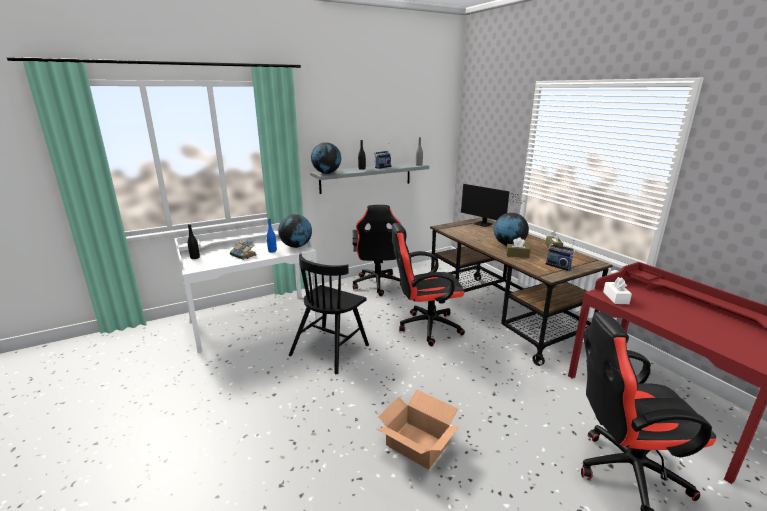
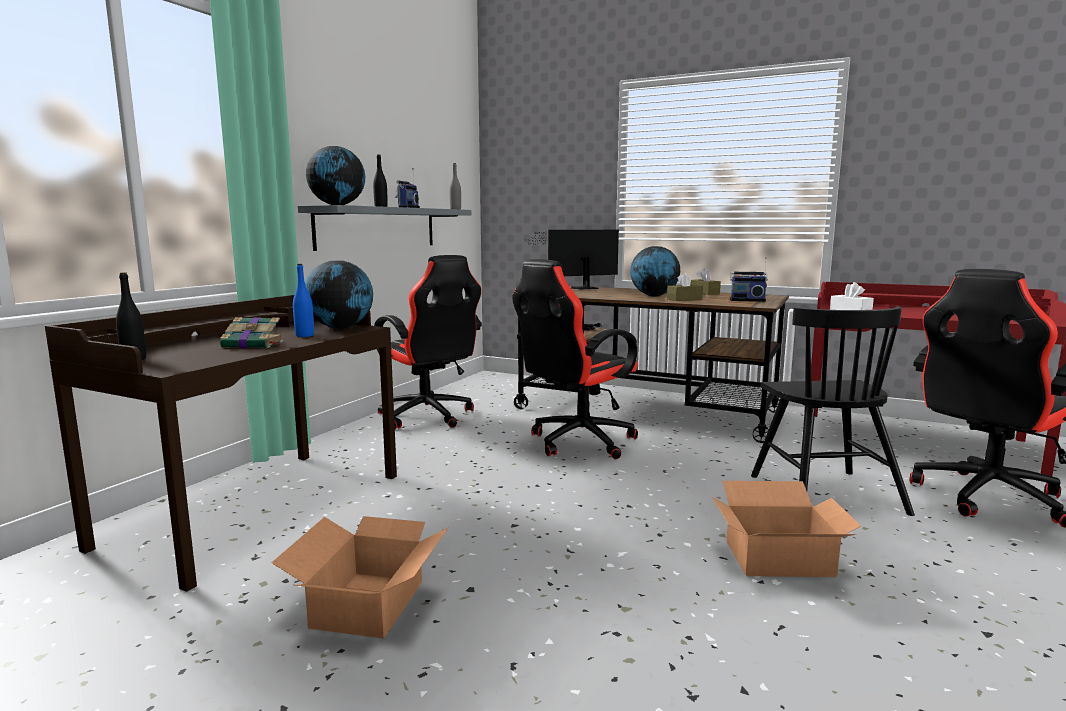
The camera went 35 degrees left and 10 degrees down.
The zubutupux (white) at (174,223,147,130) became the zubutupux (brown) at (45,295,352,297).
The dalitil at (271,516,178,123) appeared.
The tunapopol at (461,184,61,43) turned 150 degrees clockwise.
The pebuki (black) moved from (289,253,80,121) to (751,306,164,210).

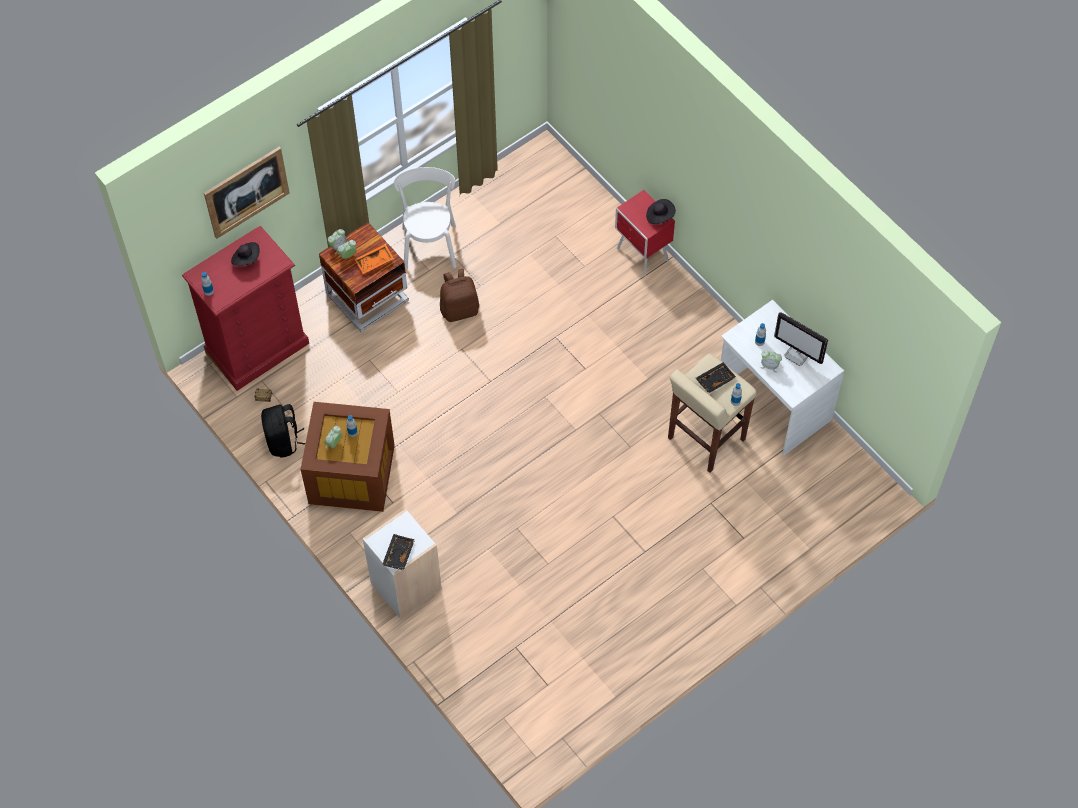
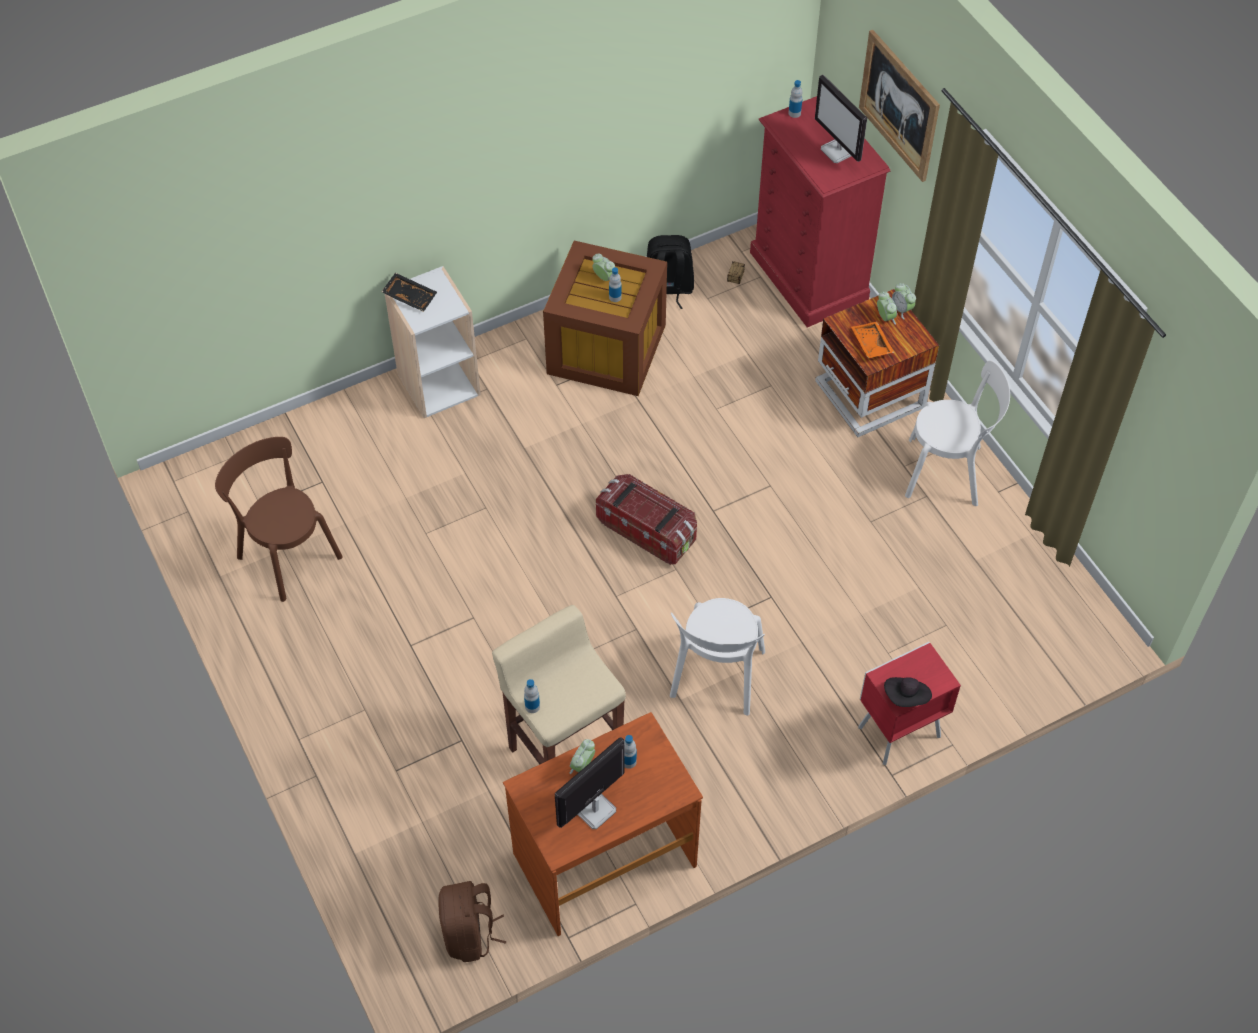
The camera went 100 degrees right and 5 degrees down.
The pebuki (brown) at (215,437,128,165) appeared.
The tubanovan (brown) moved from (440,269,39,53) to (438,881,68,81).
The zubutupux (white) at (721,300,123,156) became the zubutupux (brown) at (503,712,200,224).
The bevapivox at (596,474,101,91) appeared.
The pebuki (white) at (670,598,95,118) appeared.
The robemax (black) at (231,242,28,24) was replaced by the tunapopol at (815,75,52,88).
The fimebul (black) at (695,362,41,31) disappeared.

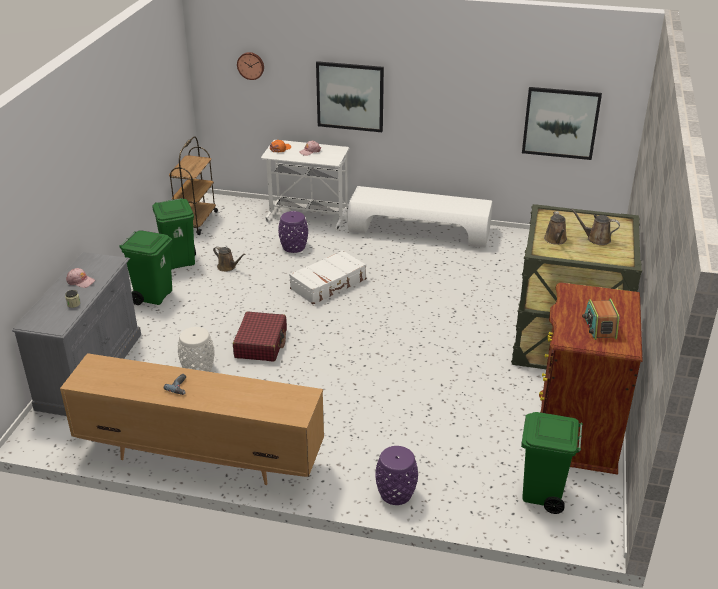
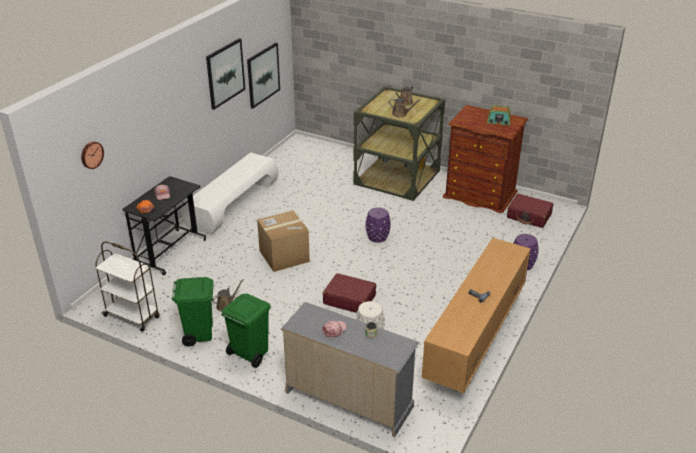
The camera went 75 degrees left and 0 degrees up.
The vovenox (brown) at (169,136,49,99) became the vovenox (white) at (96,241,64,91).
The zubutupux (white) at (261,140,88,91) became the zubutupux (black) at (122,176,84,99).
The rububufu moved from (316,61,68,71) to (206,38,39,72).
The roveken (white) at (289,250,77,54) was replaced by the dalitil at (257,211,53,61).
The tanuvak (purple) moved from (278,211,30,42) to (366,207,25,36).
The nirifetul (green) at (521,412,62,102) was replaced by the roveken (red) at (507,193,46,35).

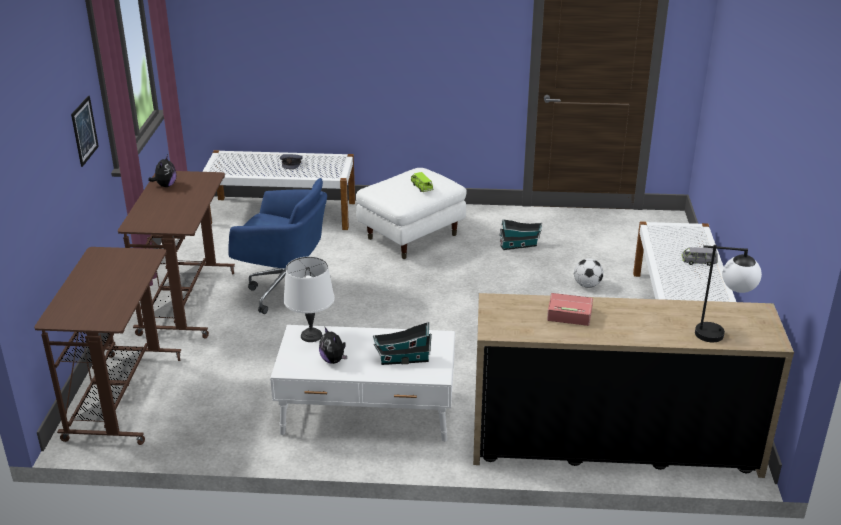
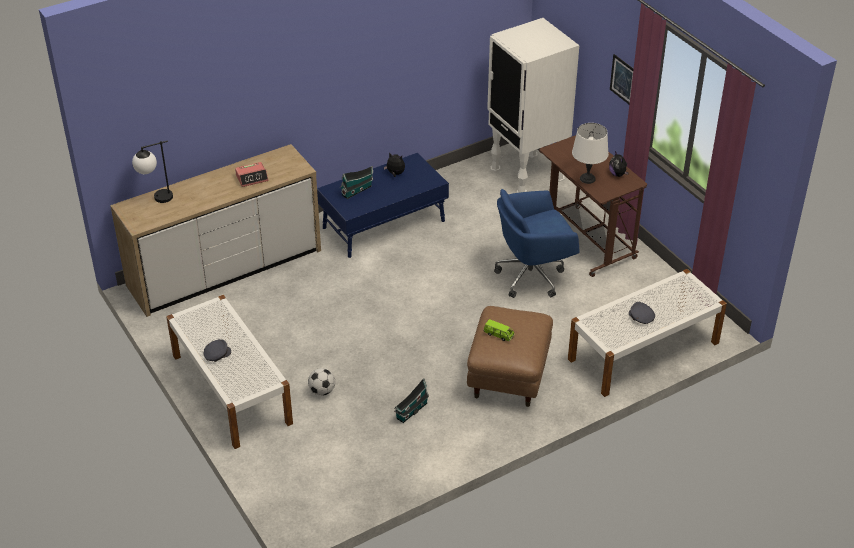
The camera went 145 degrees right and 10 degrees up.
The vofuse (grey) at (682,247,36,19) was replaced by the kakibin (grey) at (204,339,27,23).
The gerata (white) at (270,325,185,117) became the gerata (blue) at (317,153,132,105).
The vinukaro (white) at (356,168,111,91) became the vinukaro (brown) at (467,306,86,101).
The zubutupux (brown) at (34,247,147,198) was replaced by the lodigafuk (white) at (487,18,92,175).
The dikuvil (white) moved from (284,256,51,86) to (572,123,37,61).

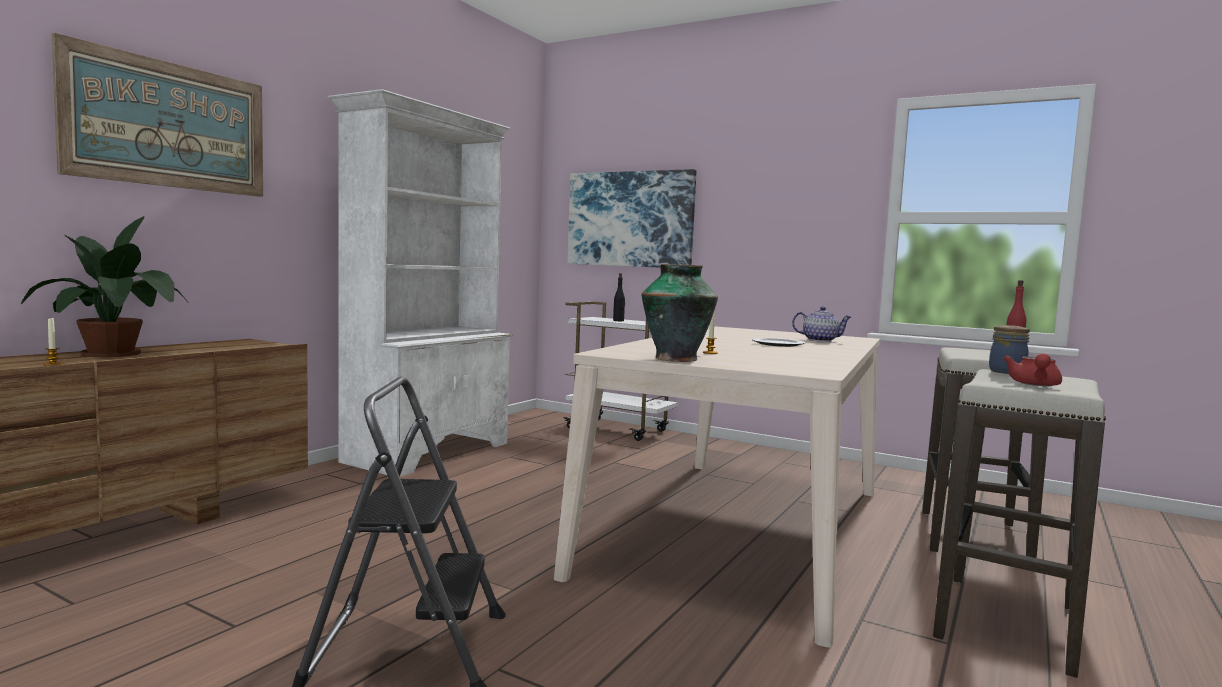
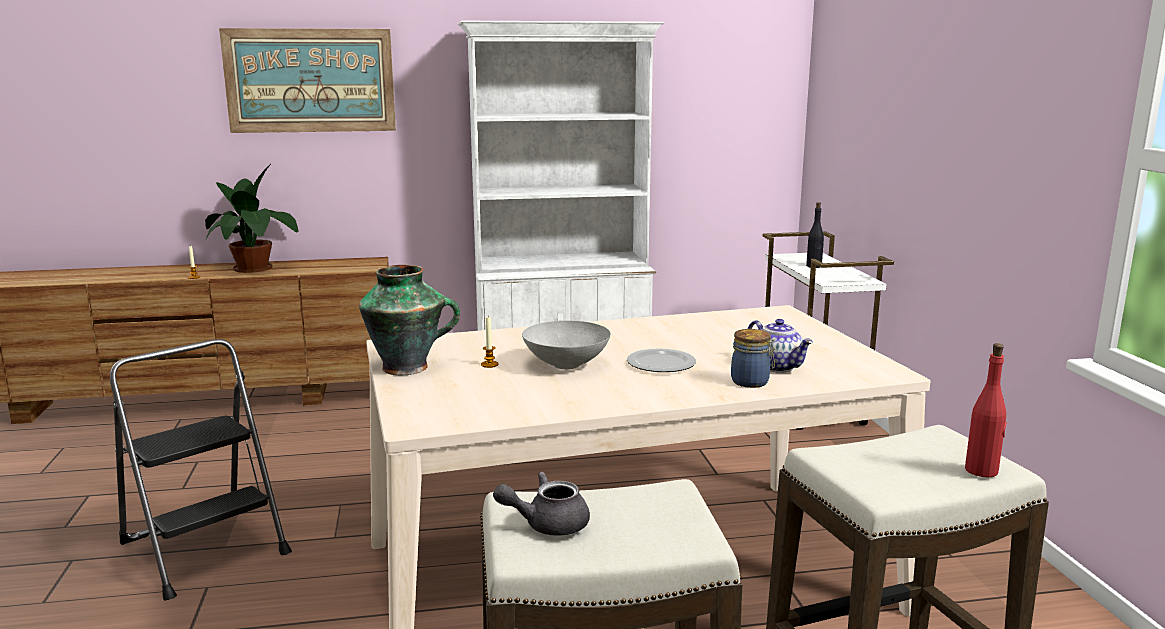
The camera went 50 degrees right and 10 degrees up.
The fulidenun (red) at (1003,353,59,34) became the fulidenun (grey) at (493,472,97,64).
The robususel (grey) at (522,321,89,48) appeared.
The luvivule moved from (989,325,41,49) to (731,329,44,59).
The rububufu at (567,169,129,99) disappeared.

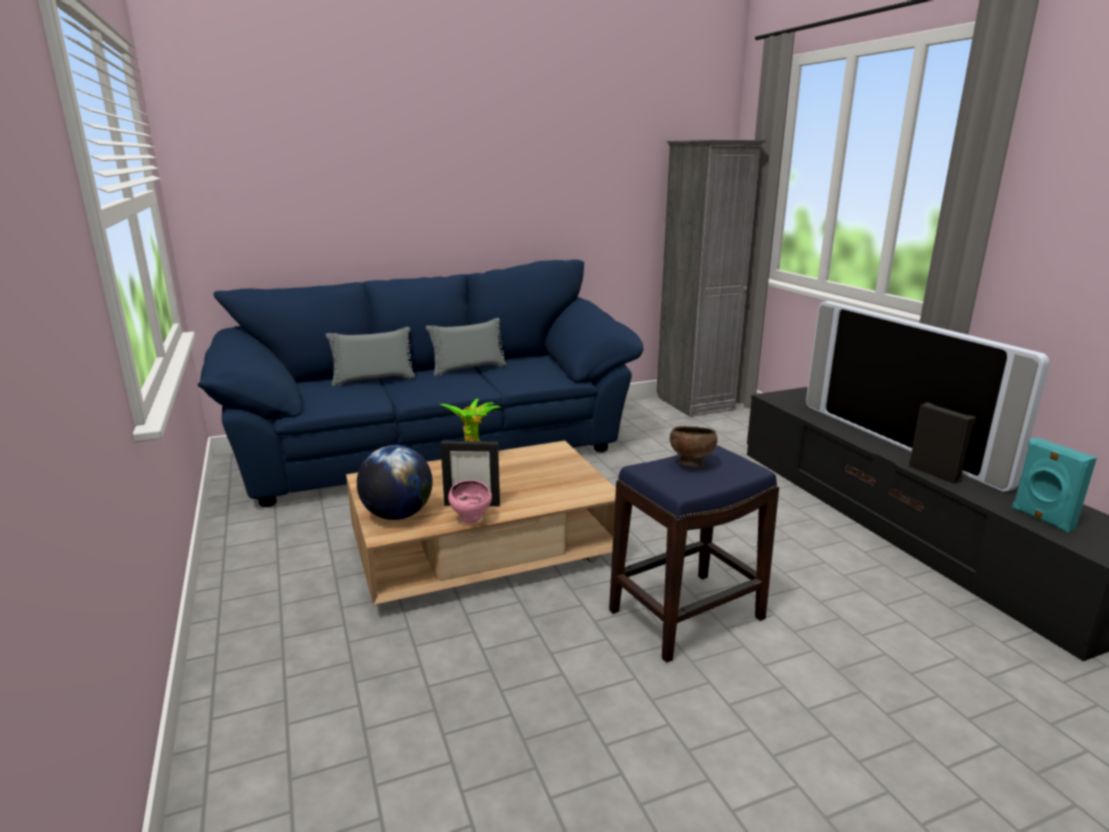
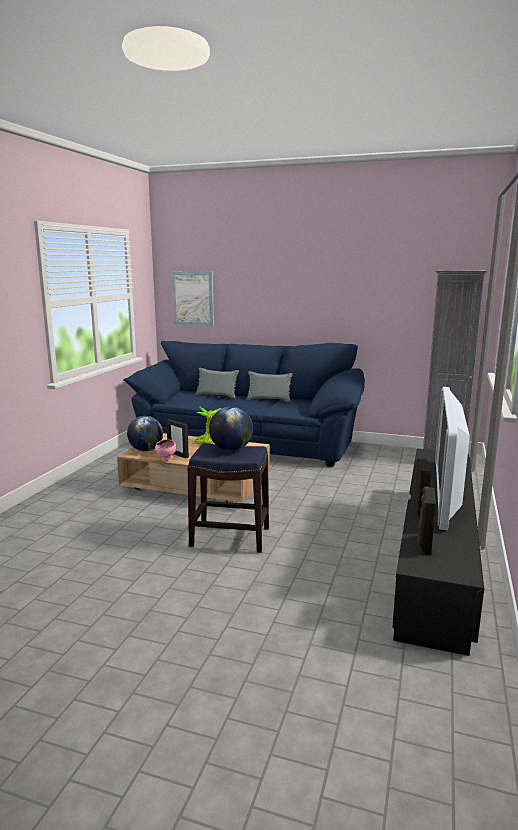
The camera went 40 degrees right and 5 degrees down.
The rububufu at (172,271,42,55) appeared.
The robususel (brown) at (670,426,48,40) was replaced by the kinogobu at (209,407,44,44).
The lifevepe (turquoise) at (1012,438,85,95) became the lifevepe (black) at (418,486,18,69).

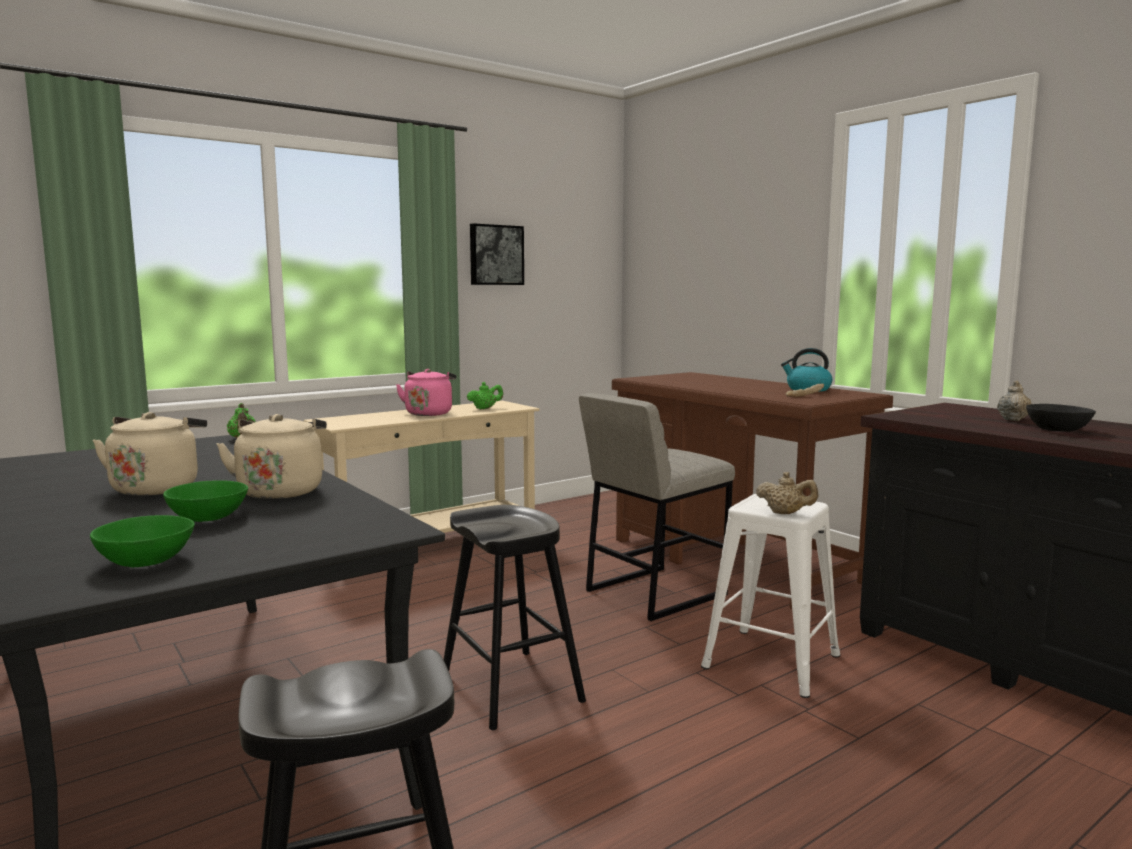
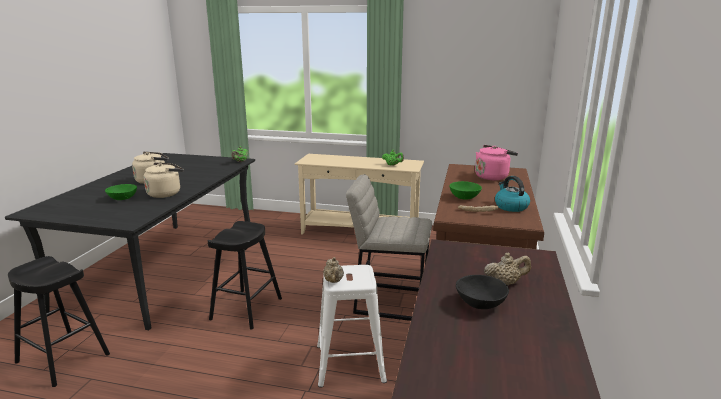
The camera went 50 degrees right and 10 degrees up.
The robususel (green) moved from (90,515,105,52) to (449,181,33,19).
The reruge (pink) moved from (396,369,61,47) to (475,145,43,35).
The rububufu at (470,223,54,62) disappeared.

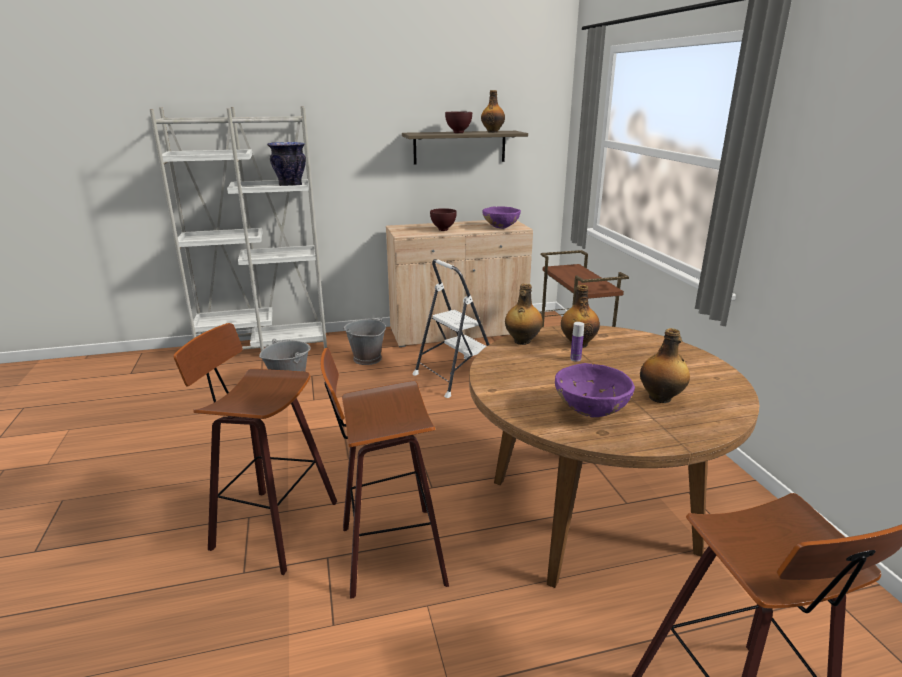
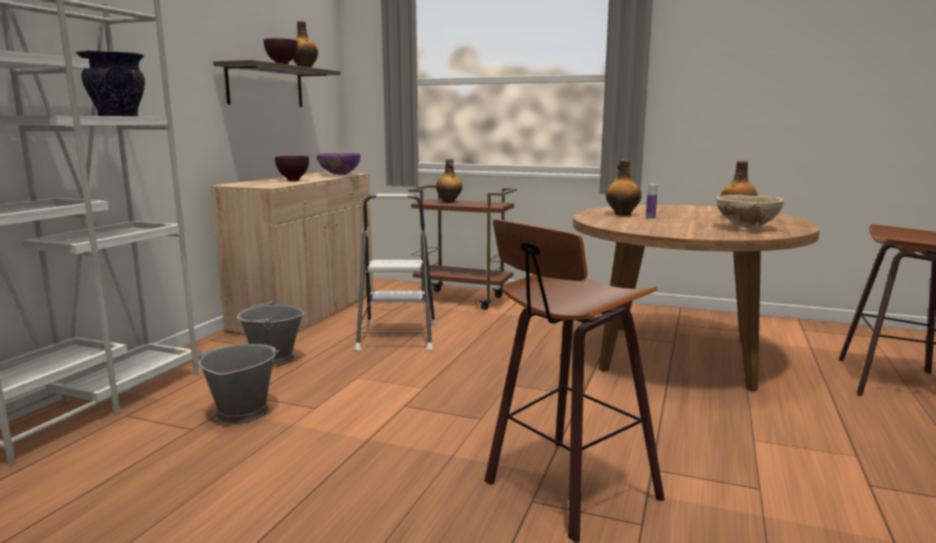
The camera went 55 degrees left and 10 degrees down.
The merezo moved from (505,284,38,61) to (436,159,26,44).
The robususel (purple) at (555,363,80,54) became the robususel (beige) at (717,195,67,33).
The tanuvak at (321,348,128,251) disappeared.

